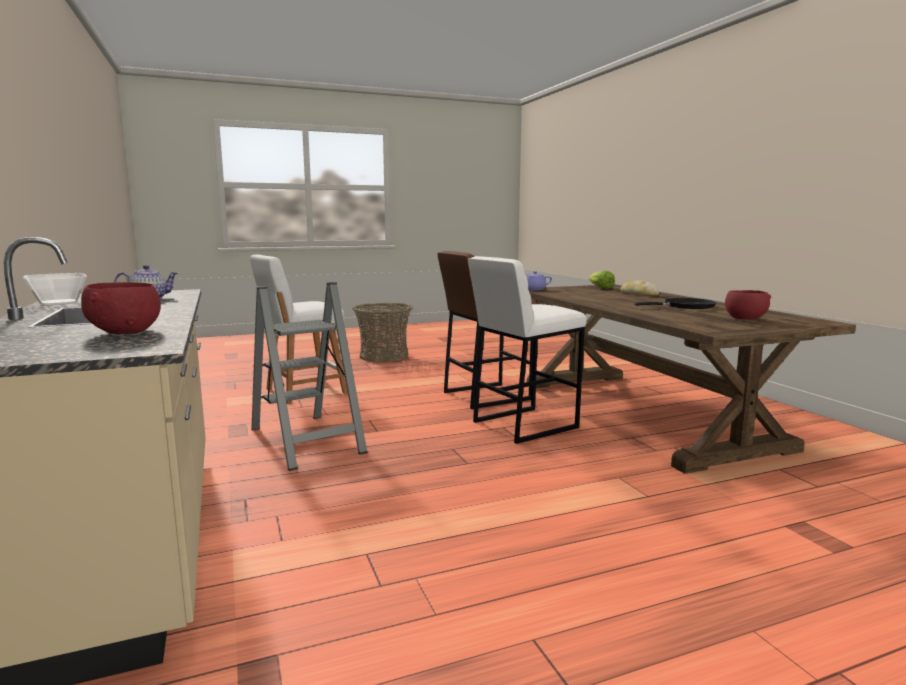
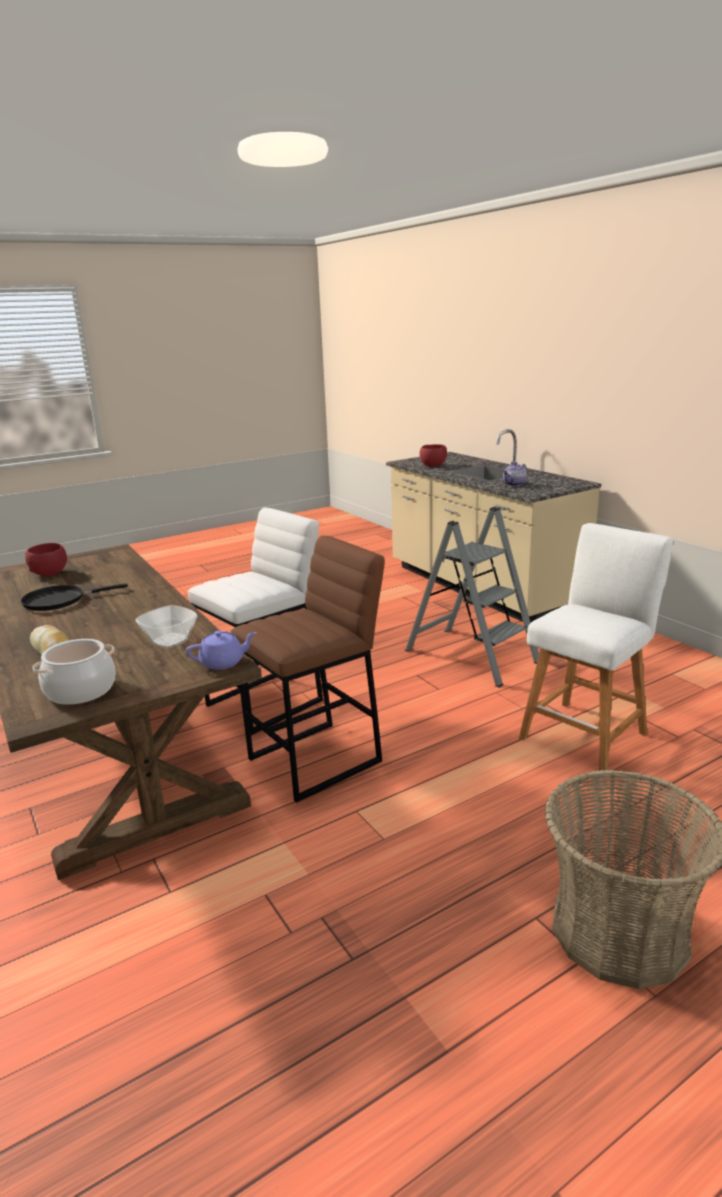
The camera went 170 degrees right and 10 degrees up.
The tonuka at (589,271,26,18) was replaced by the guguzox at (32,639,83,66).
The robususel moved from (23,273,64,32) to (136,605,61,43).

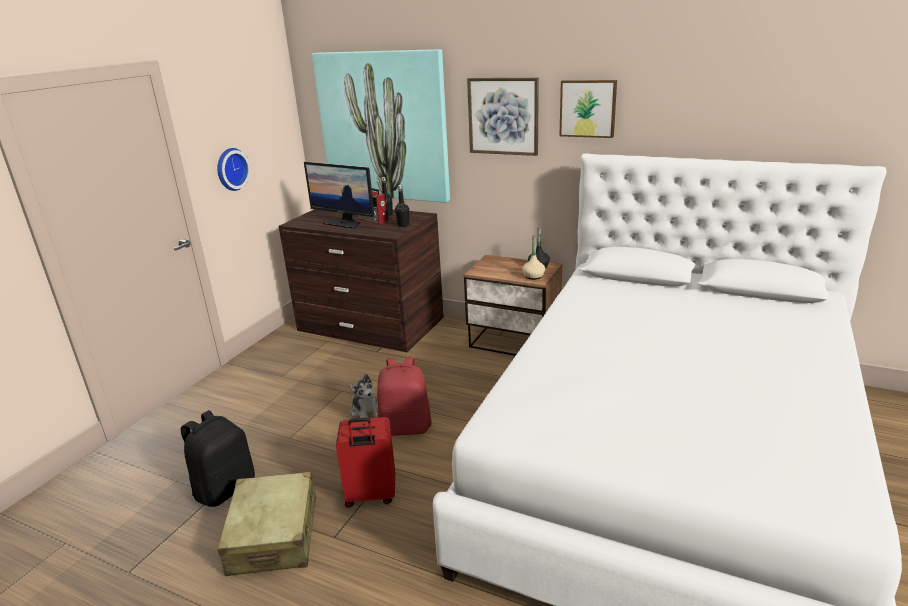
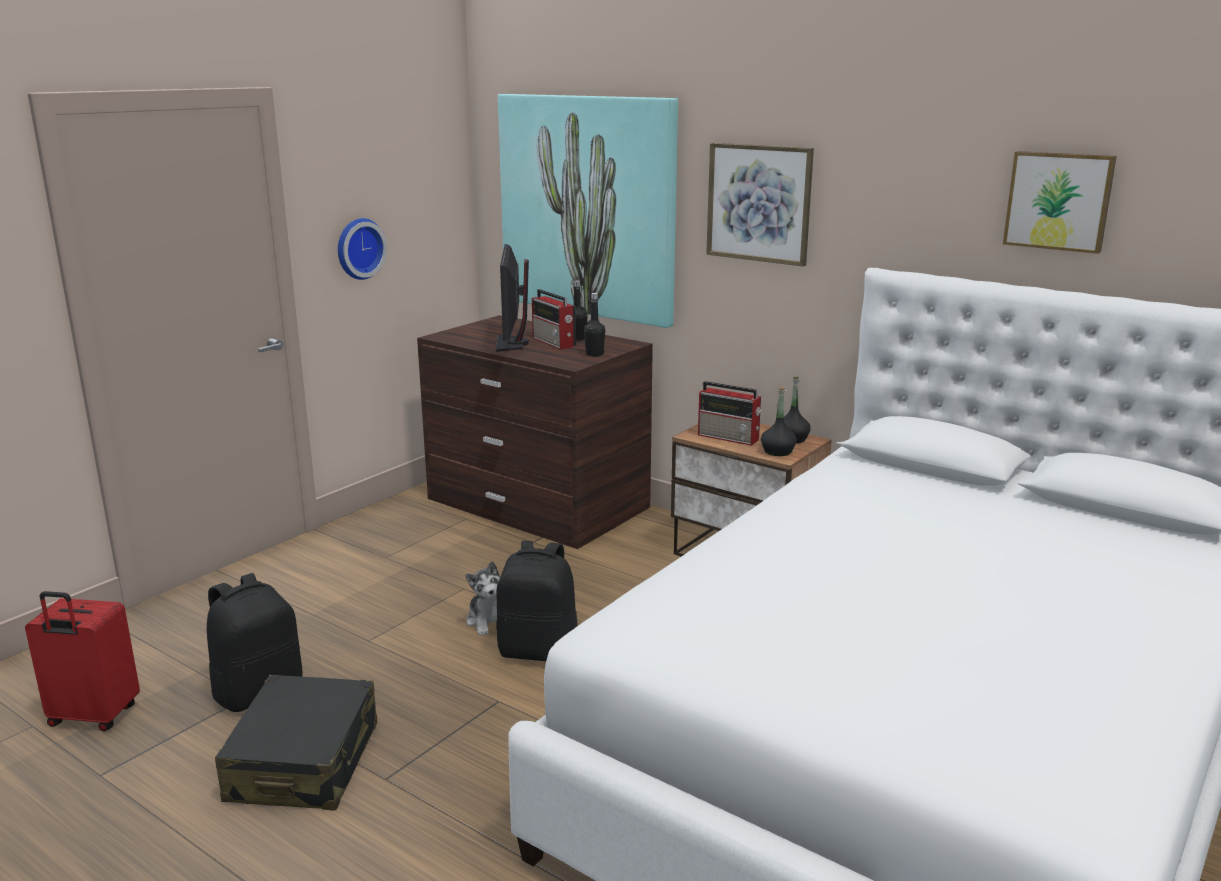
The camera went 10 degrees right and 5 degrees down.
The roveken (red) moved from (336,417,59,91) to (25,591,115,140).
The roveken (beige) at (218,472,98,104) became the roveken (black) at (215,675,162,136).
The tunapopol at (304,162,70,67) turned 45 degrees clockwise.
The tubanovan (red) at (377,357,55,79) became the tubanovan (black) at (496,541,82,120).
The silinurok at (698,381,64,65) appeared.
The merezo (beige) at (522,235,23,45) became the merezo (black) at (761,386,36,70).
The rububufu moved from (560,80,57,58) to (1003,151,114,103).

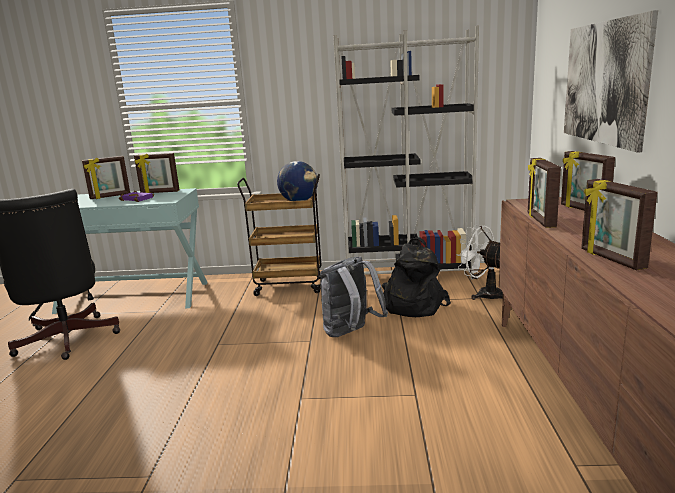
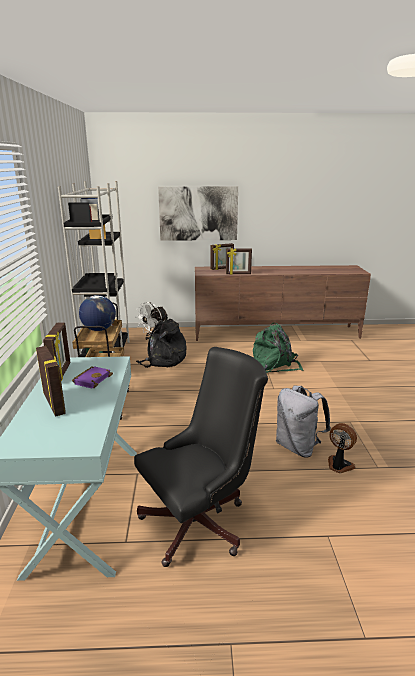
The camera went 95 degrees left and 5 degrees up.
The tubanovan (green) at (253,323,51,50) appeared.
The tubanovan (grey) moved from (320,257,68,80) to (276,385,54,73).
The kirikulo at (328,423,29,51) appeared.
The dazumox at (581,179,76,91) disappeared.

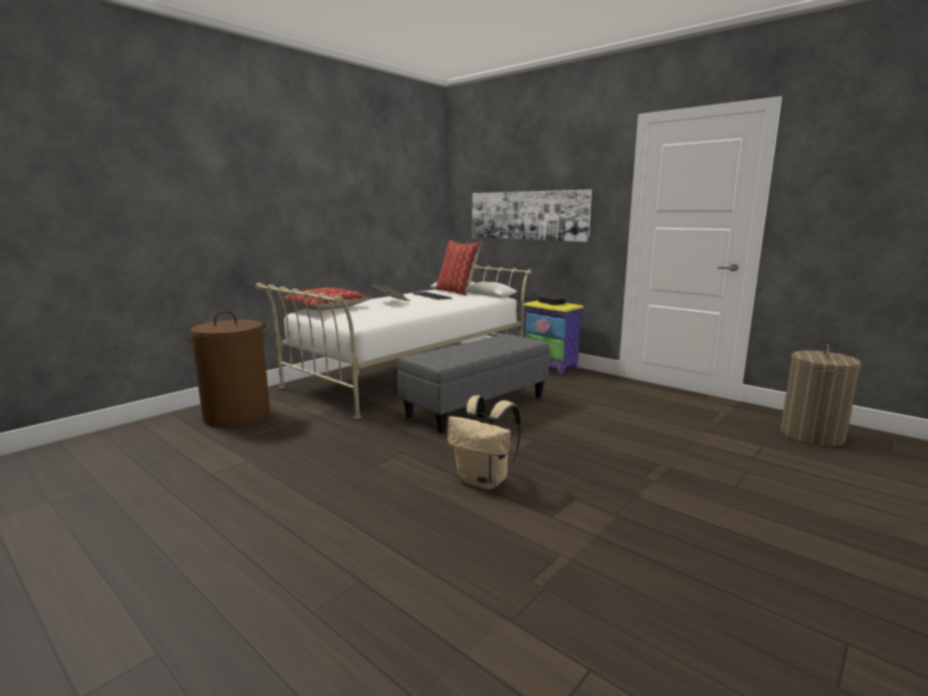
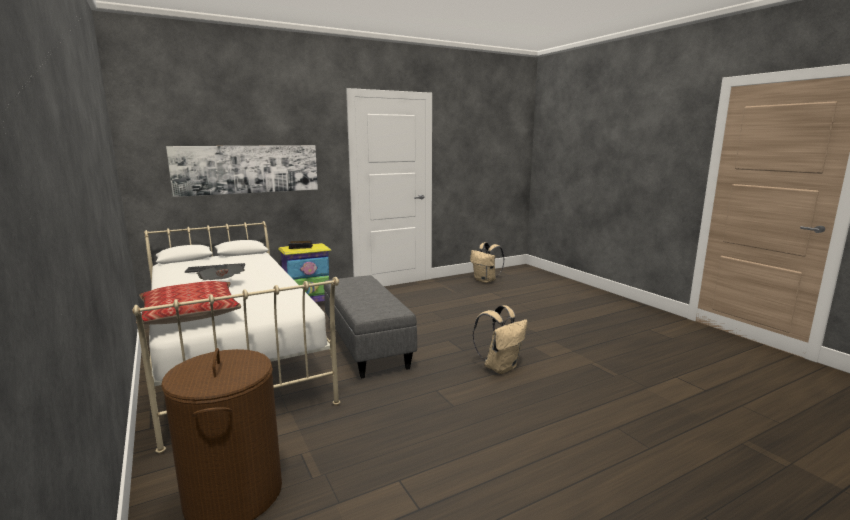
The camera went 70 degrees left and 0 degrees up.
The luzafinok at (780,344,81,103) was replaced by the tubanovan (beige) at (470,242,34,41).
The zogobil at (435,240,47,56) disappeared.

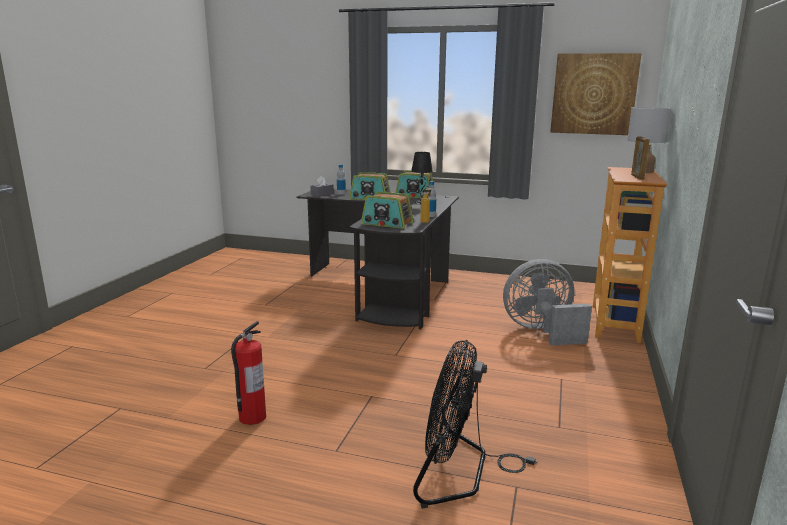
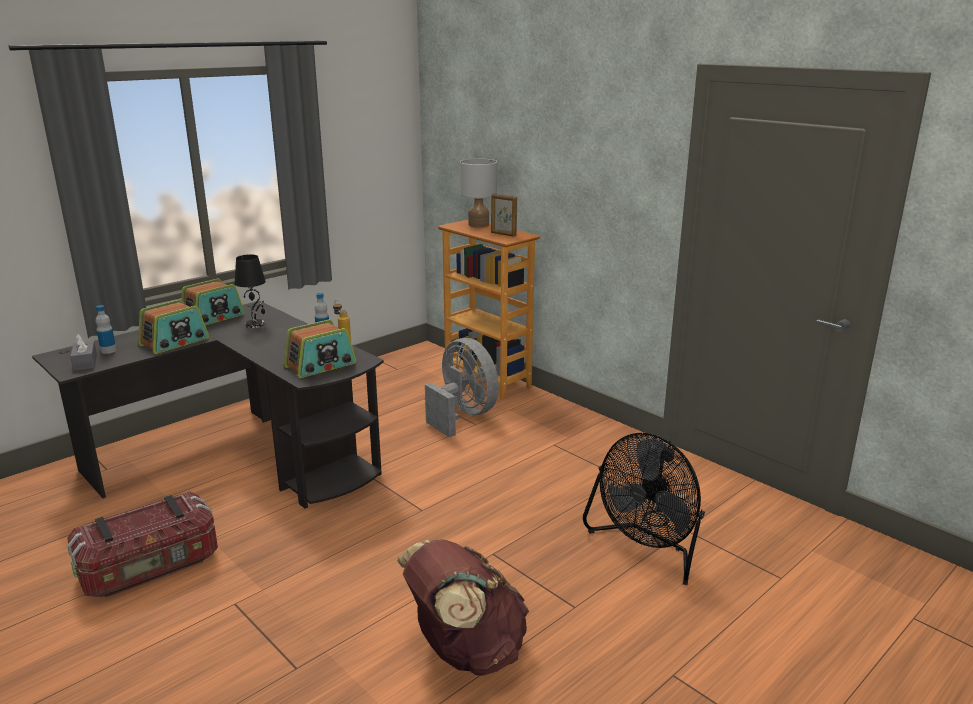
The camera went 60 degrees left and 5 degrees up.
The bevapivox at (67,491,151,106) appeared.
The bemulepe at (231,321,35,104) was replaced by the tubanovan (brown) at (397,539,132,137).
The kirikulo (grey) at (503,259,89,87) turned 120 degrees clockwise.
The rububufu at (550,53,92,82) disappeared.

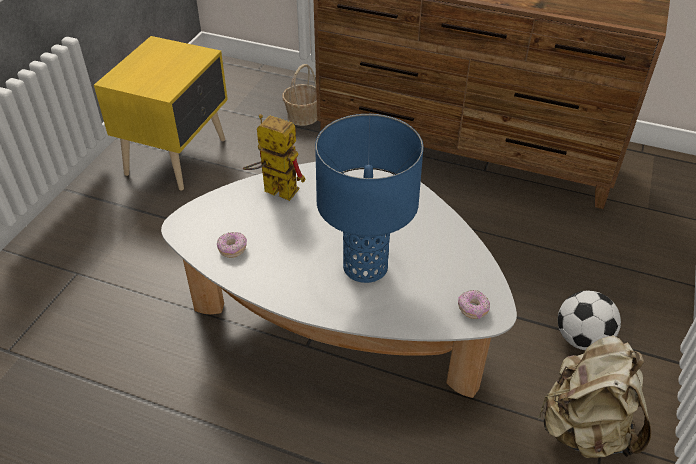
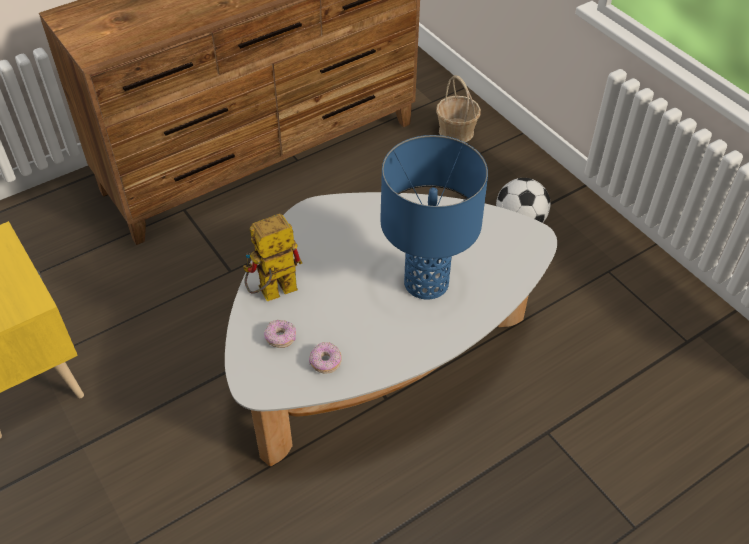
The camera went 55 degrees left and 5 degrees up.
The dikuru moved from (458,290,32,29) to (264,320,32,28).
The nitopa moved from (282,64,35,62) to (436,75,45,68).
The tubanovan (beige) at (537,335,114,123) disappeared.

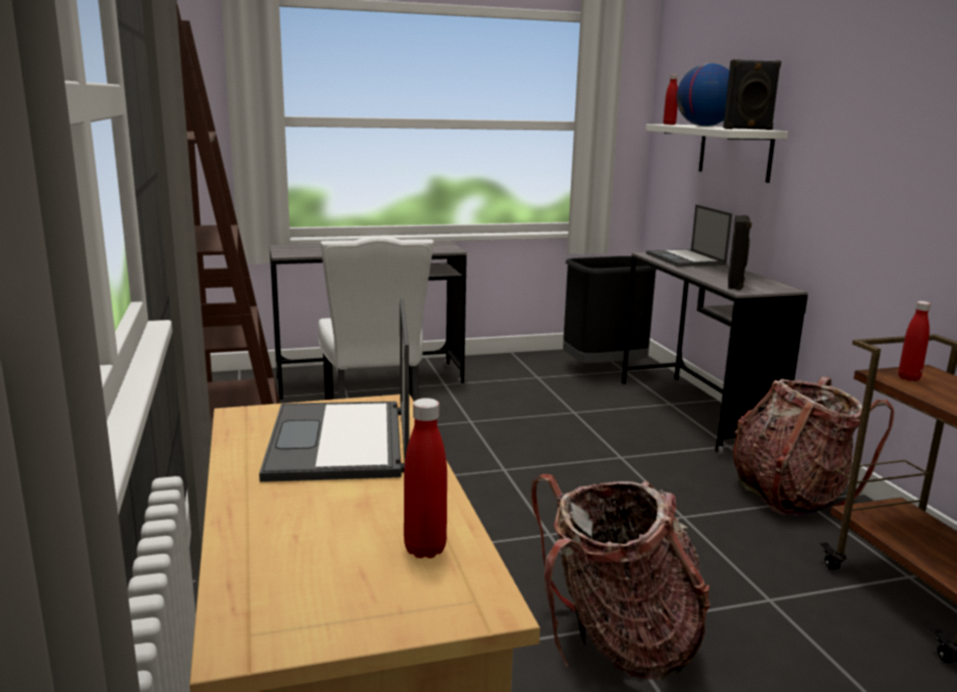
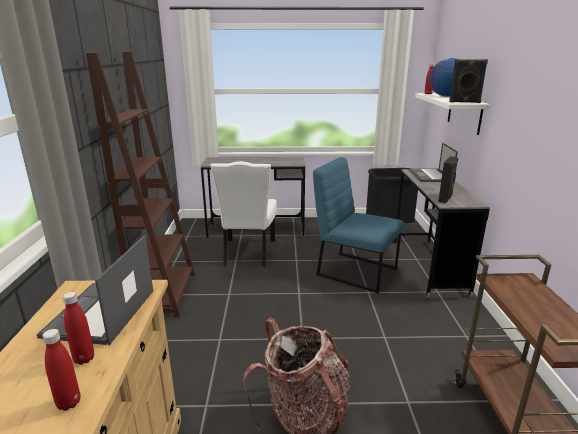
The camera went 15 degrees right and 5 degrees up.
The merezo (red) moved from (898,301,33,80) to (62,292,32,73).
The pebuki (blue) at (313,157,91,136) appeared.
The tubanovan at (733,376,161,141) disappeared.

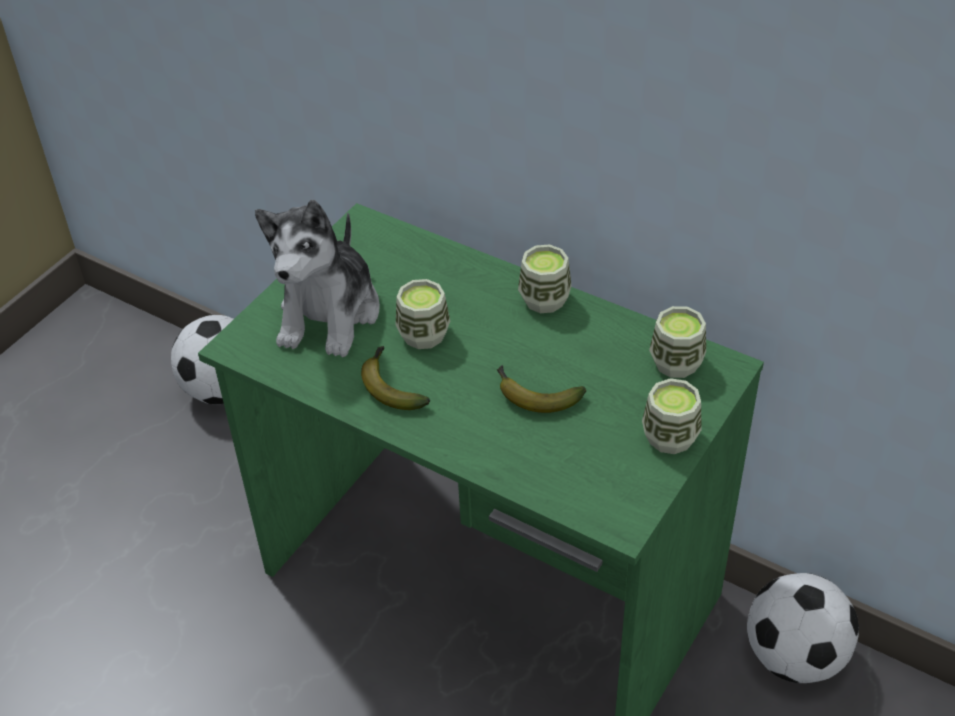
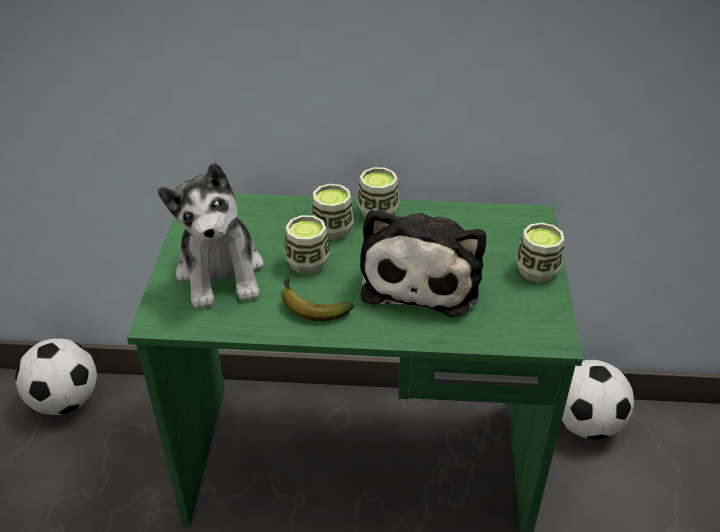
The camera went 30 degrees left and 5 degrees down.
The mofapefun moved from (649,306,57,72) to (311,184,43,56).
The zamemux at (497,365,89,48) was replaced by the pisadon at (360,208,126,109).

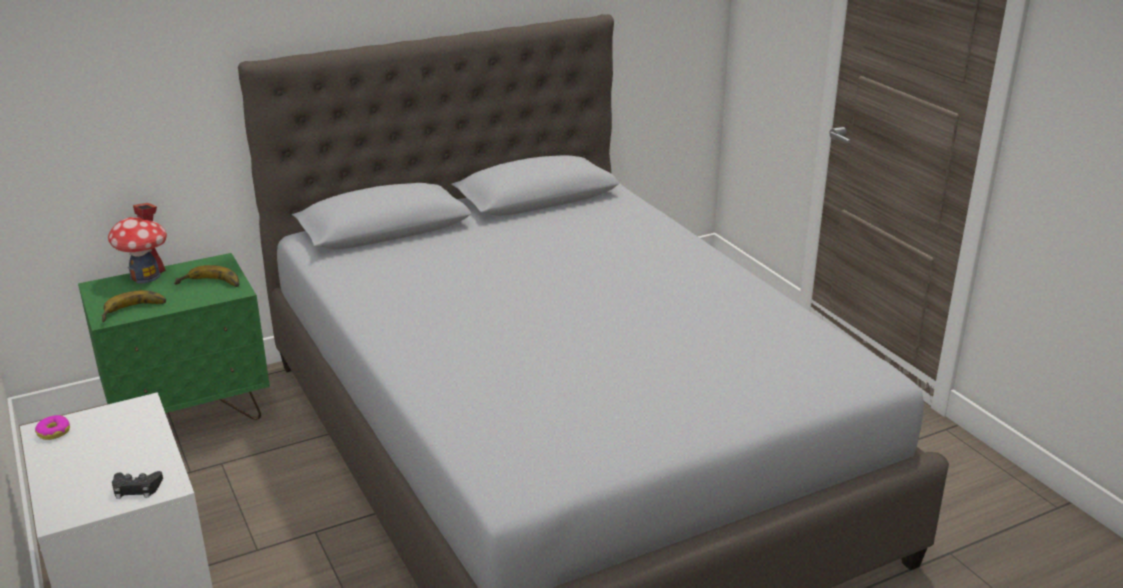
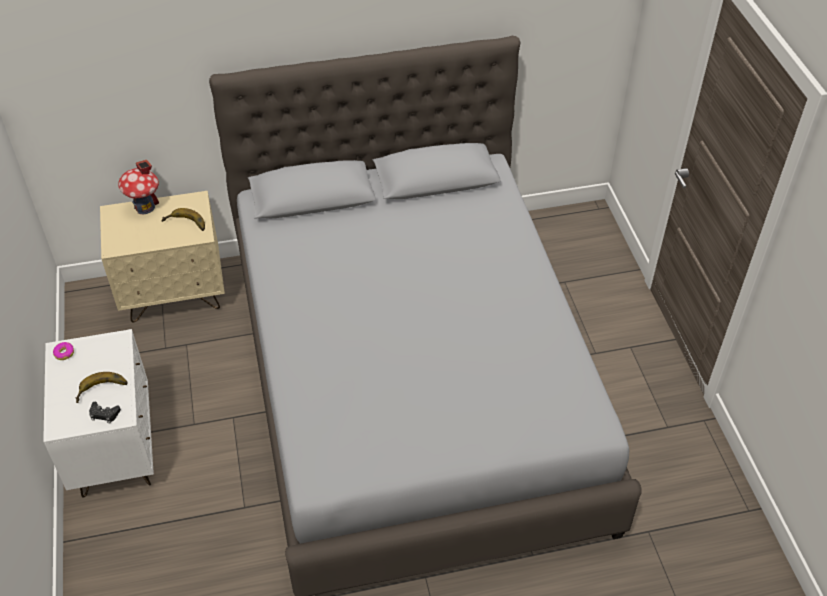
The camera went 15 degrees right and 20 degrees up.
The zamemux moved from (101,290,65,32) to (75,372,53,31).
The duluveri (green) at (78,253,192,167) became the duluveri (beige) at (100,191,125,132).

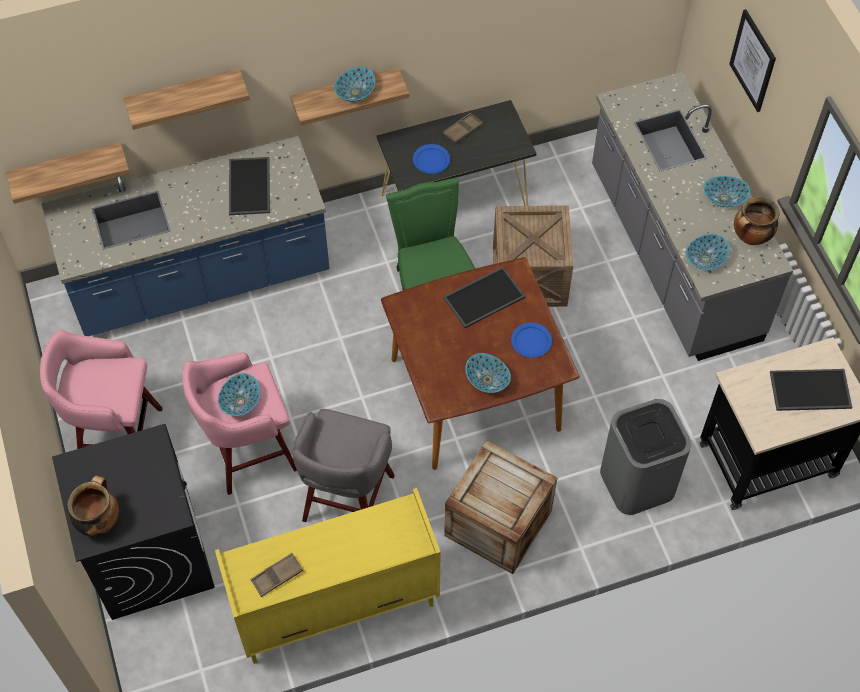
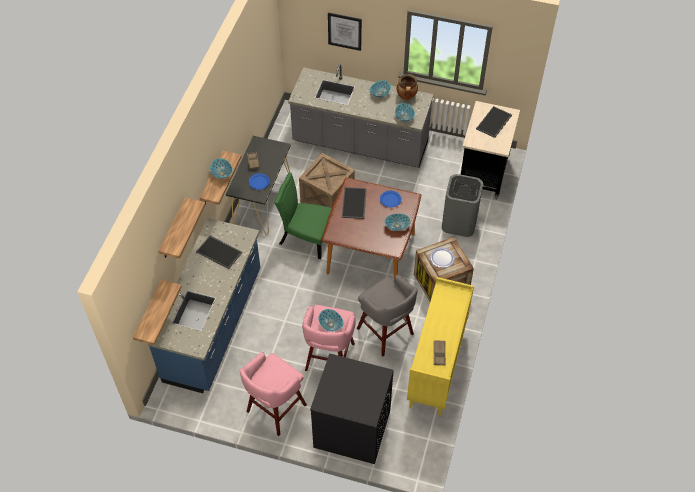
The camera went 55 degrees left and 5 degrees down.
The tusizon at (430,248,25,20) appeared.
The guguzox at (67,475,52,61) disappeared.

